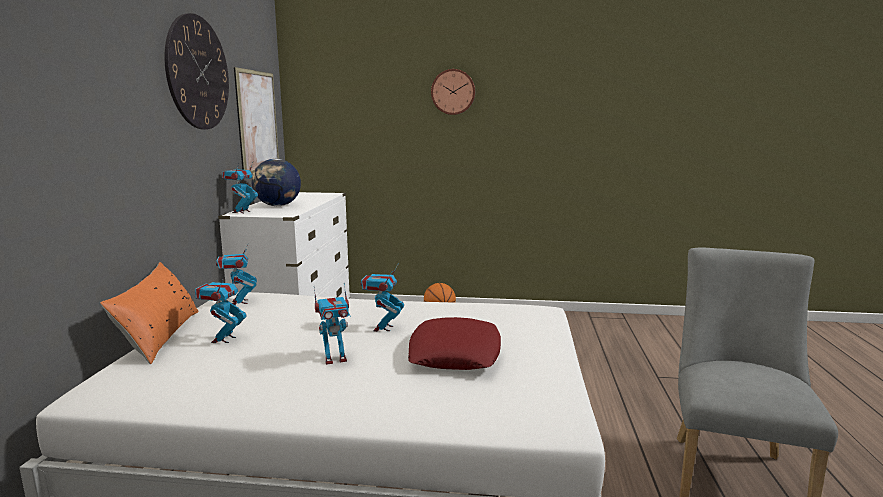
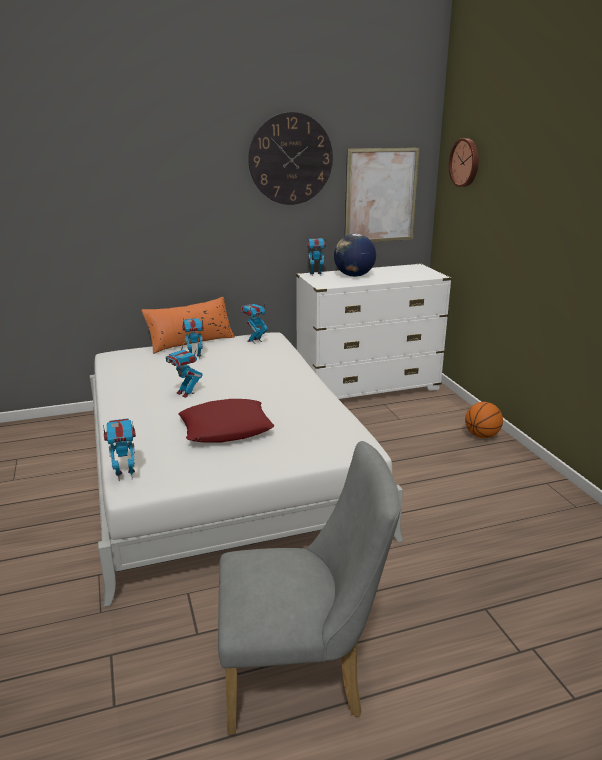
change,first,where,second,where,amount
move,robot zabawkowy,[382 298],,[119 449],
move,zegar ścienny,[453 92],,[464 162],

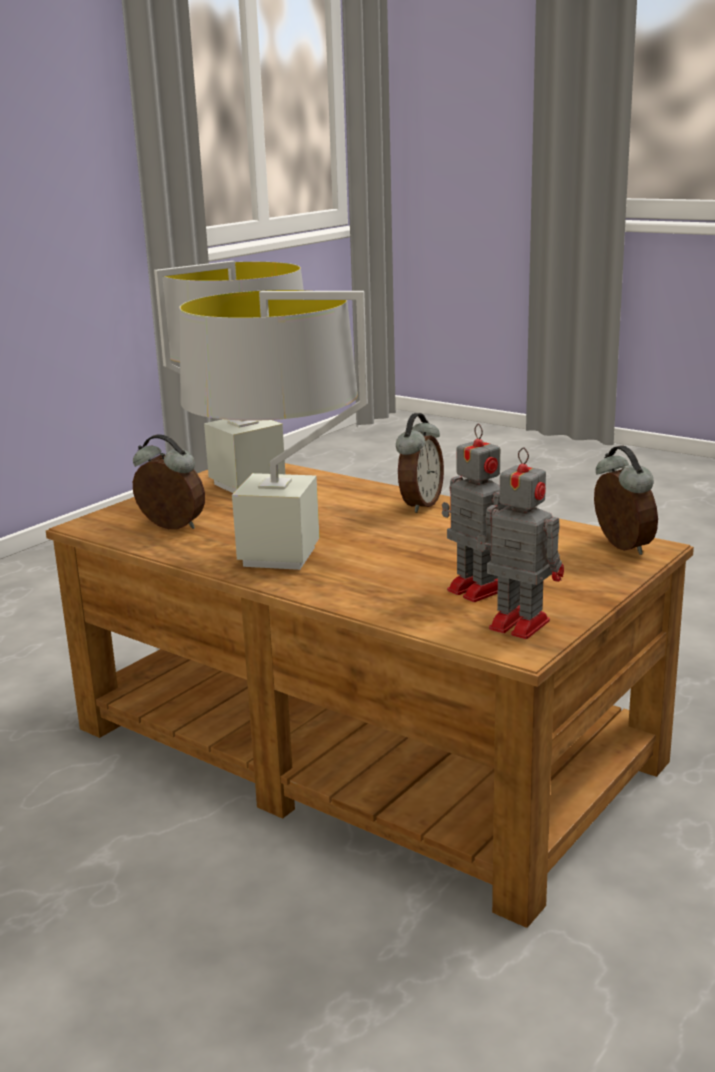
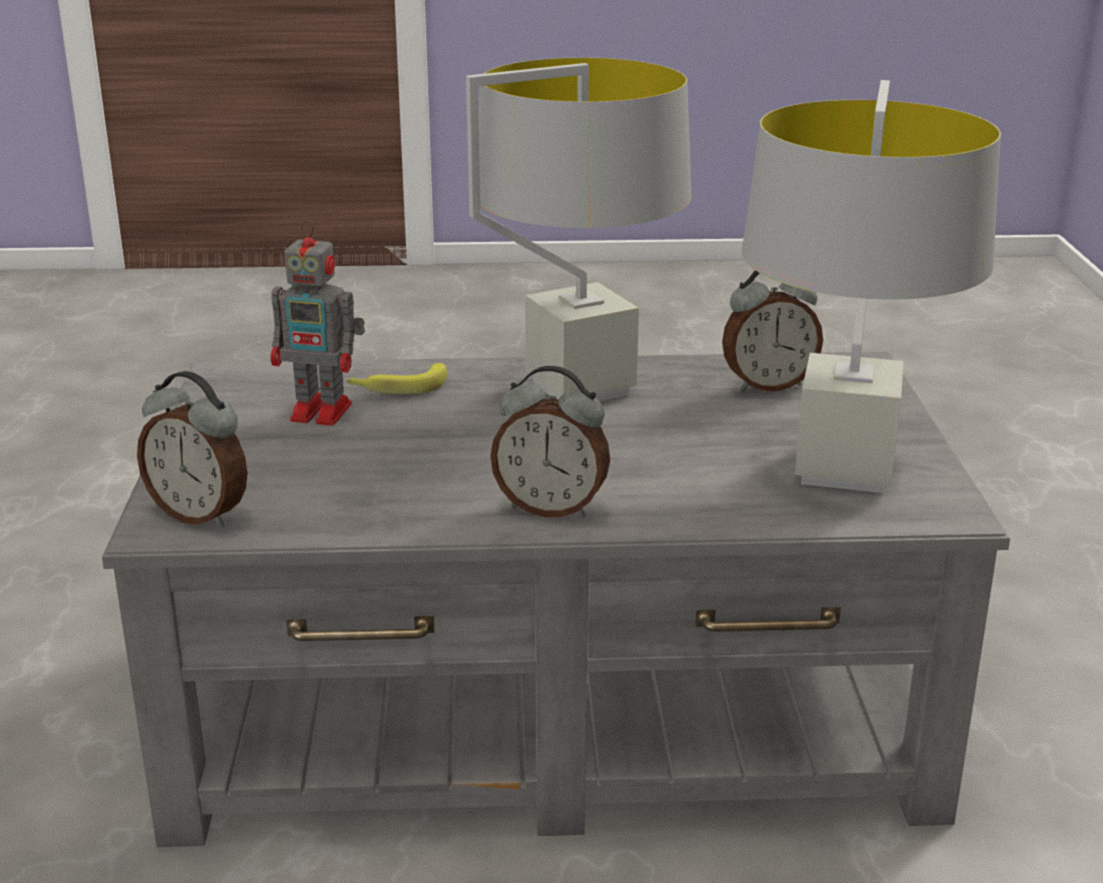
change,first,where,second,where,amount
recolor,ława (brązowy),[370 695],ława (szary),[556 599],
insert,,,banan,[396 378],
rotate,budzik,[420 463],,[550 442],60 degrees counterclockwise
delete,robot zabawkowy,[520 543],,,

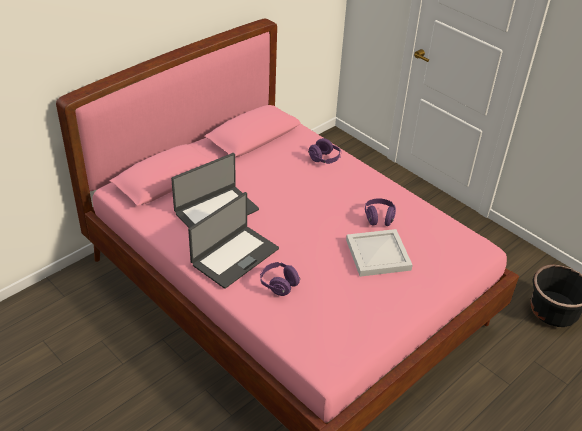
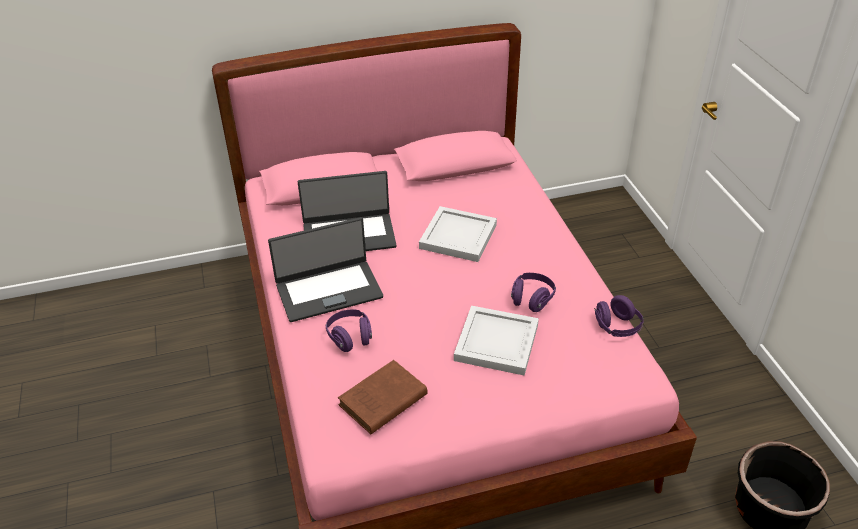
change,first,where,second,where,amount
insert,,,książka (brązowy),[383 397],
insert,,,taca (biały),[458 234],
move,słuchawki (fioletowy),[324 151],,[619 316],

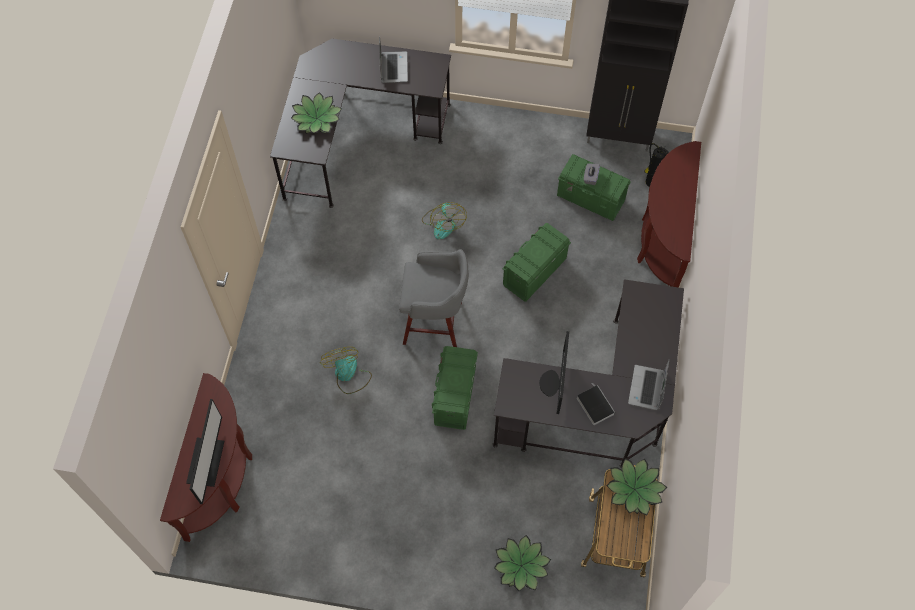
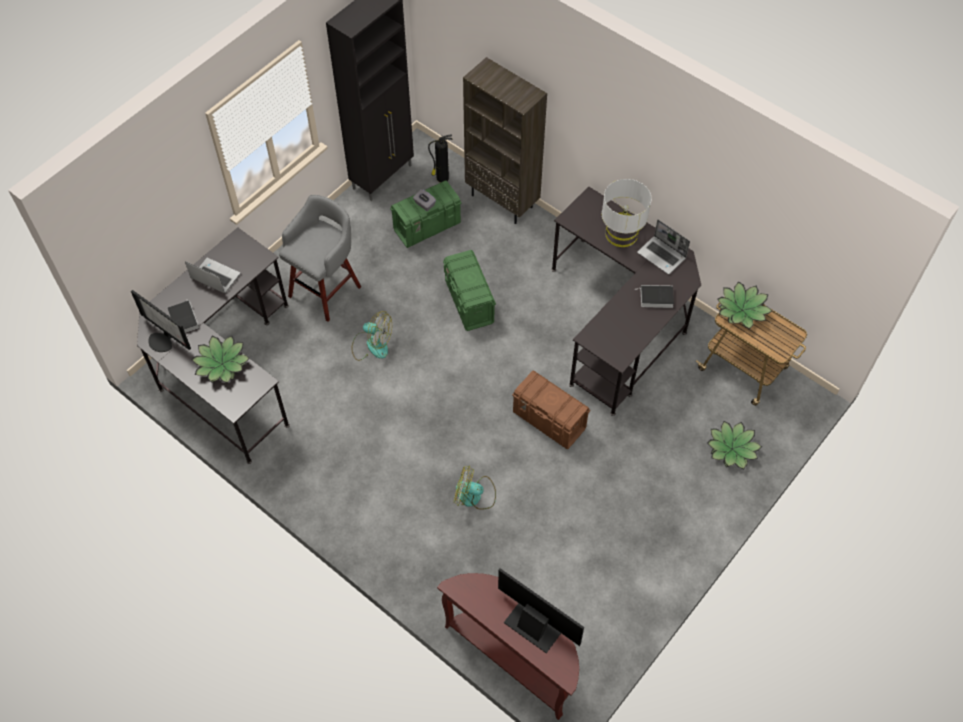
change,first,where,second,where,amount
move,monitor,[554 372],,[161 321],
insert,,,książka,[183 316],
move,stołek (szary),[434 298],,[320 258],
replace,stolik konsolowy (brązowy),[669 214],regał (brązowy),[505 140],
recolor,pojemnik do przechowywania (zielony),[455 388],pojemnik do przechowywania (brązowy),[551 410],
insert,,,lampa stołowa (szary),[627 213],

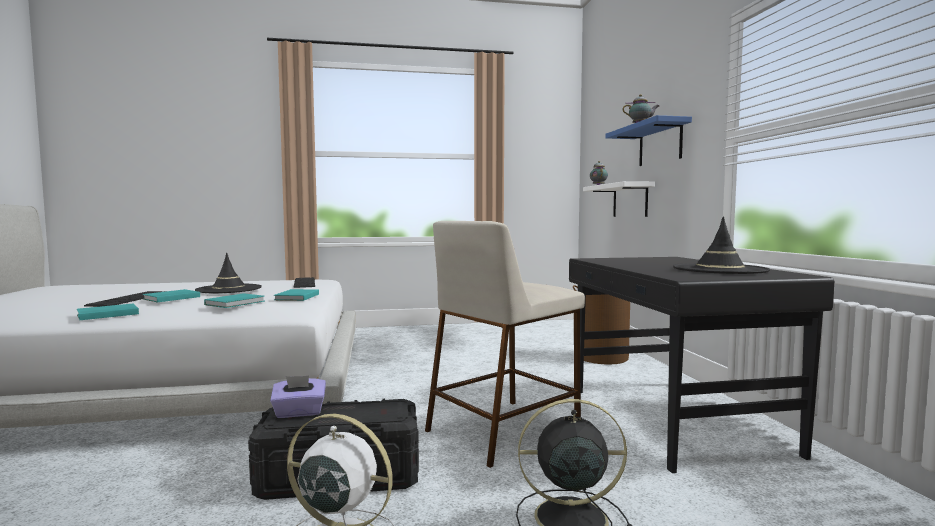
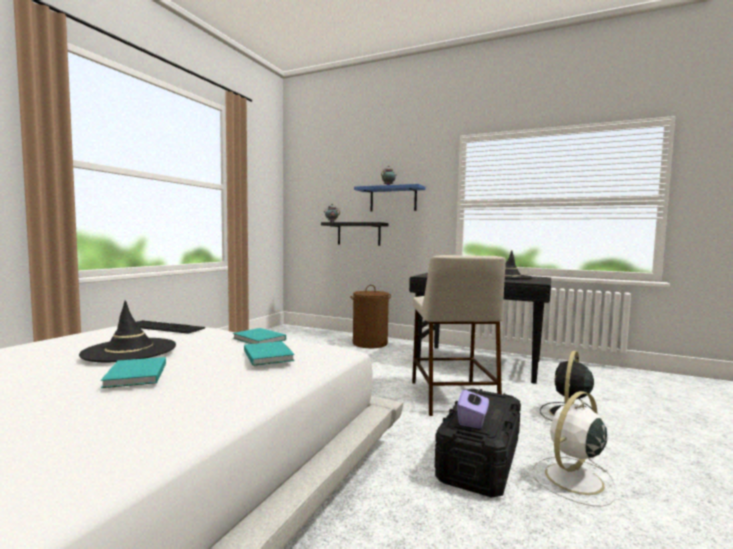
change,first,where,second,where,amount
recolor,półka (biały),[619 199],półka (czarny),[354 234],
delete,książka (turkusowy),[108 312],,,
delete,klawiatura,[125 299],,,

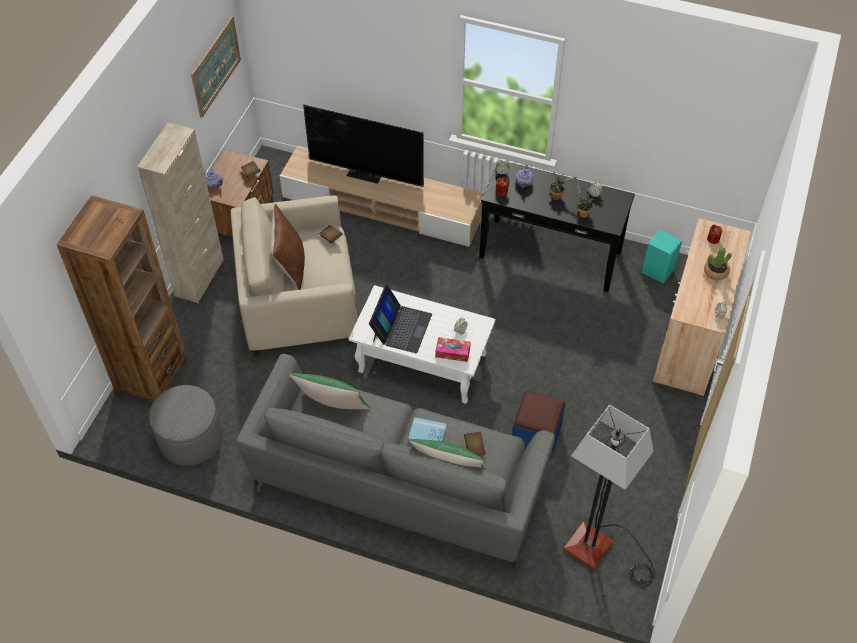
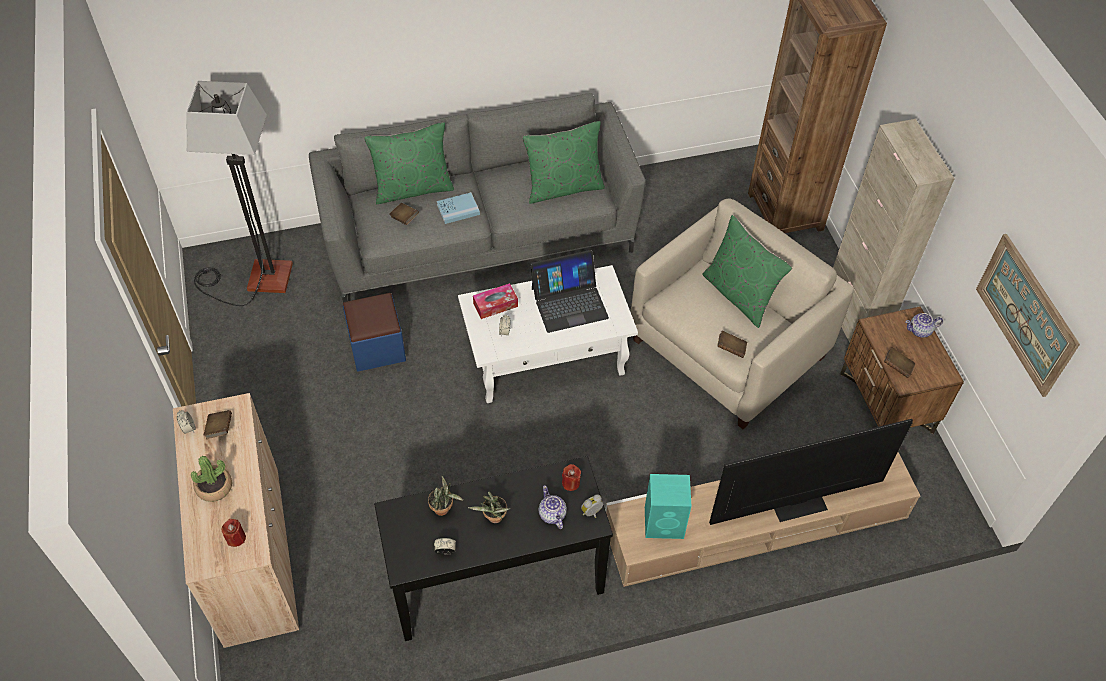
change,first,where,second,where,amount
insert,,,książka (brązowy),[218 424],
rotate,laptop,[400 319],,[569 291],90 degrees counterclockwise
move,głośnik (turkusowy),[662 256],,[668 506],
recolor,poduszka (brązowy),[287 247],poduszka (zielony),[747 271],
delete,pufa (szary),[185 425],,,

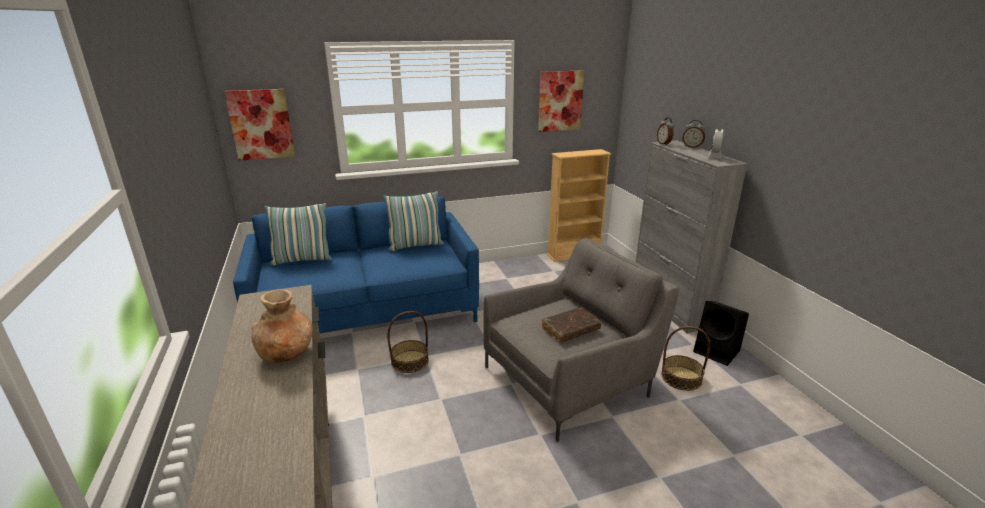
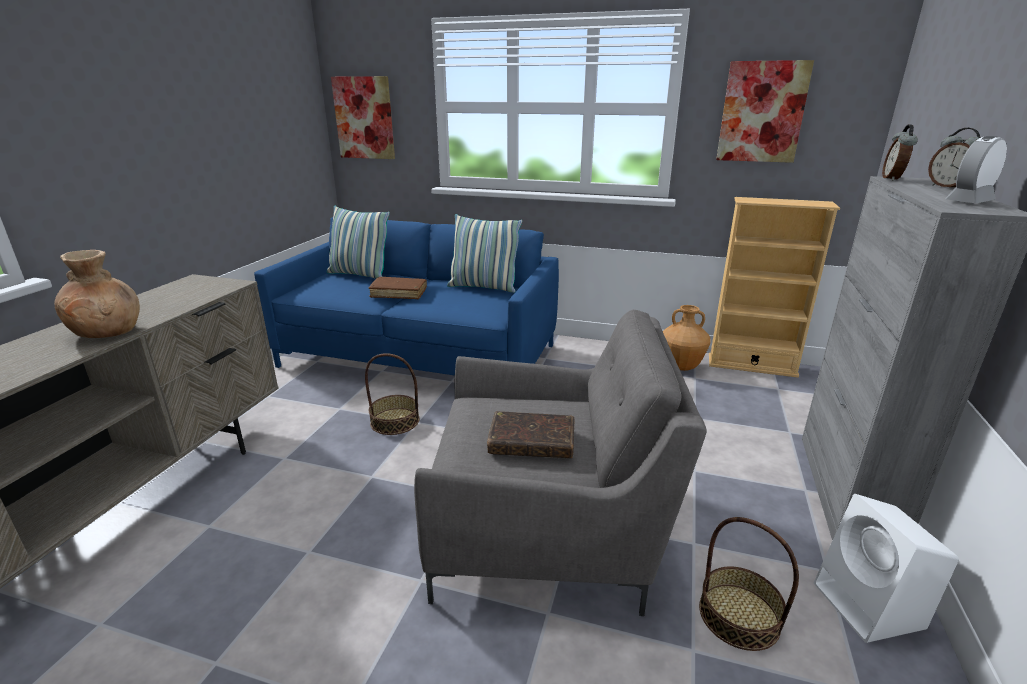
change,first,where,second,where,amount
insert,,,książka (brązowy),[398 288],
insert,,,wazon (brązowy),[687 338],
recolor,głośnik (czarny),[721 333],głośnik (biały),[886 568],

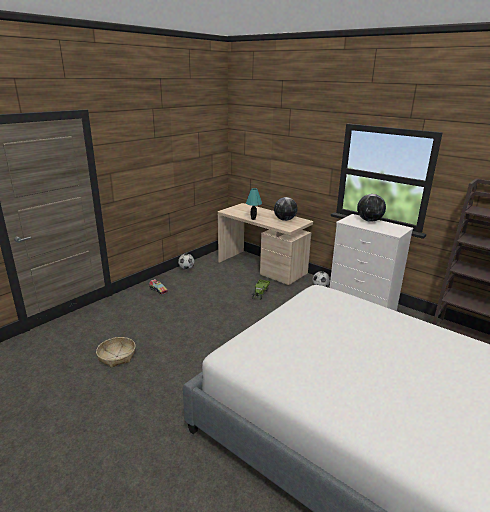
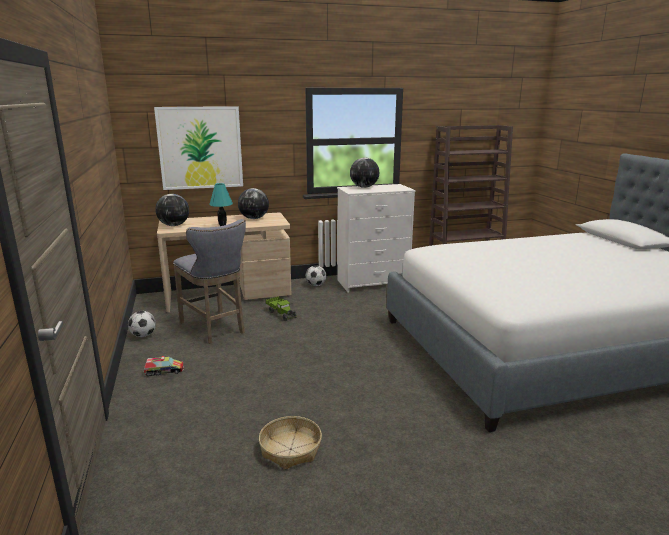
change,first,where,second,where,amount
insert,,,obraz,[198 148],
insert,,,globus,[172 210],
insert,,,stołek (szary),[209 281],

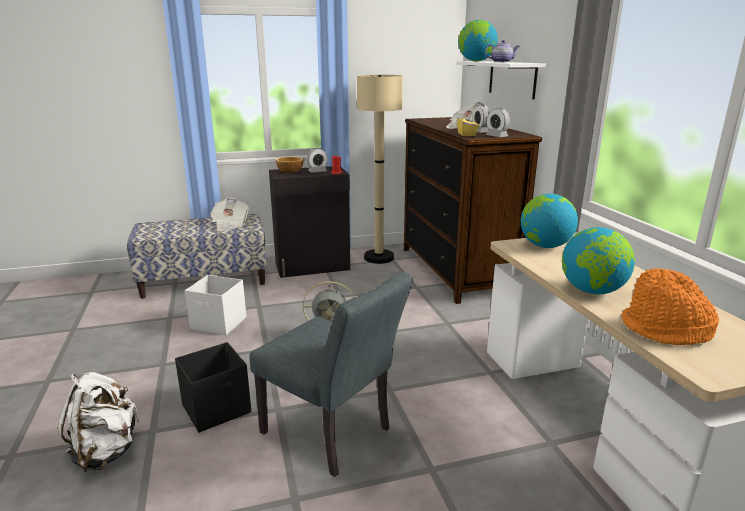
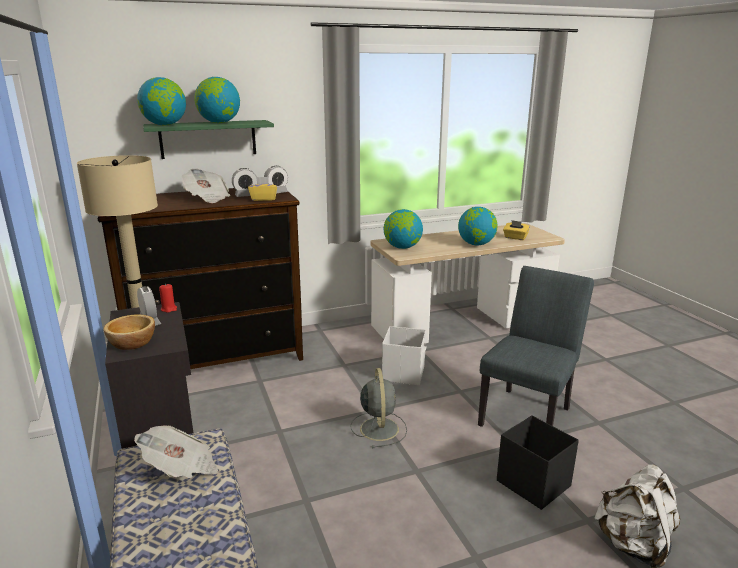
change,first,where,second,where,amount
recolor,półka (biały),[501 80],półka (zielony),[208 139],
replace,imbryk,[502 51],globus,[217 100],
move,pojemnik do przechowywania (biały),[215 305],,[404 355],
replace,kapelusz (pomarańczowy),[670 306],pudełko chusteczek (żółty),[516 230],

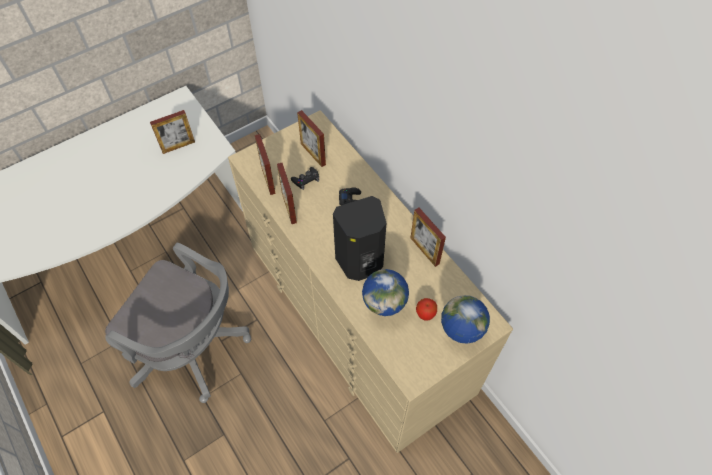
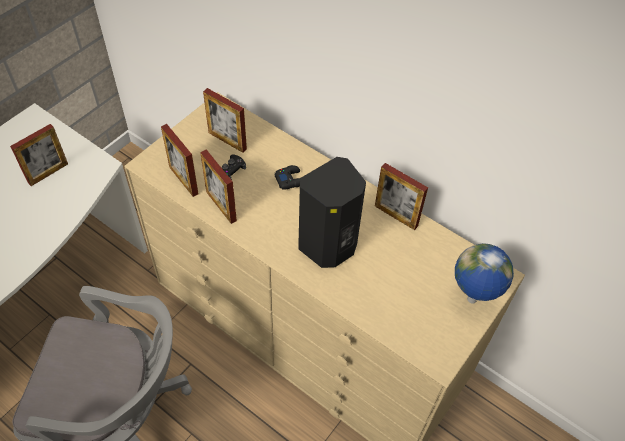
change,first,where,second,where,amount
delete,globus,[385 292],,,
delete,jabłko,[426 309],,,

